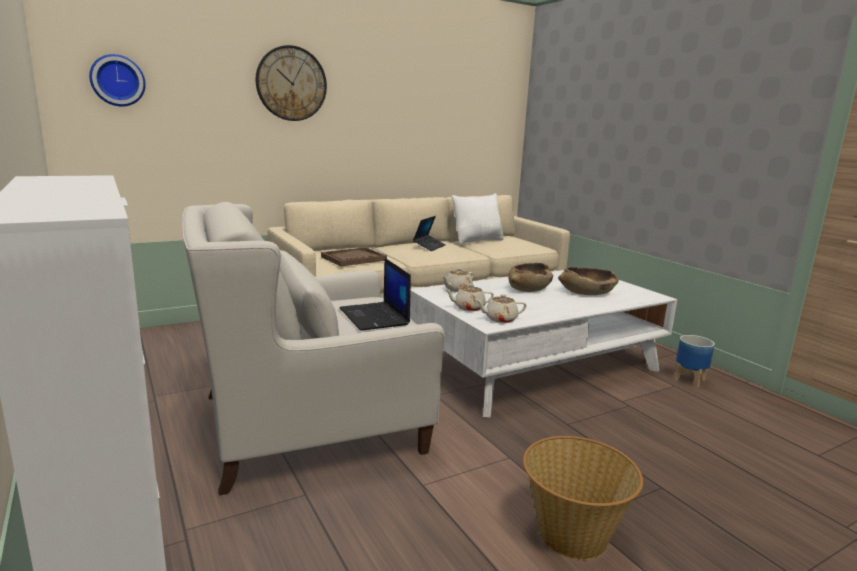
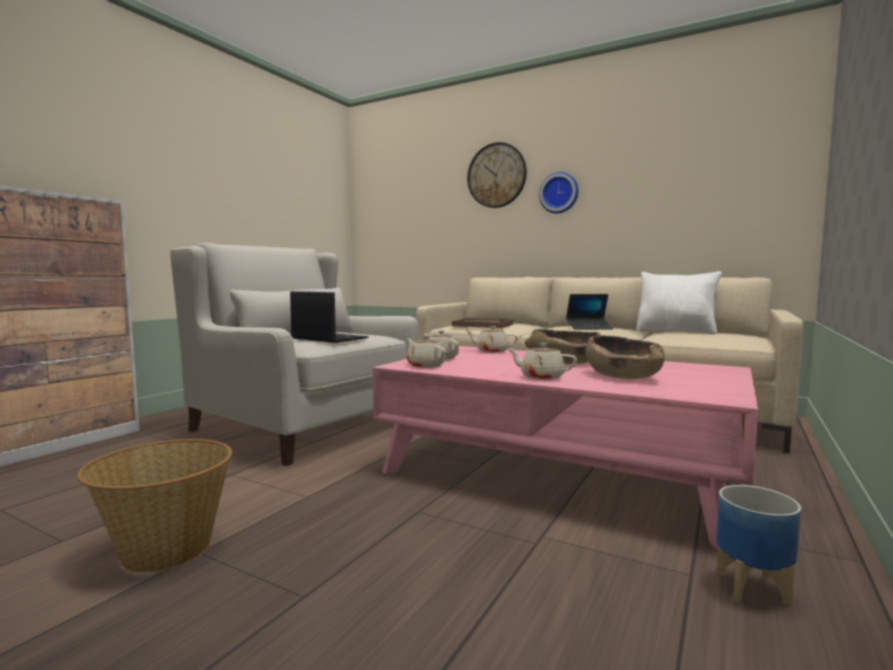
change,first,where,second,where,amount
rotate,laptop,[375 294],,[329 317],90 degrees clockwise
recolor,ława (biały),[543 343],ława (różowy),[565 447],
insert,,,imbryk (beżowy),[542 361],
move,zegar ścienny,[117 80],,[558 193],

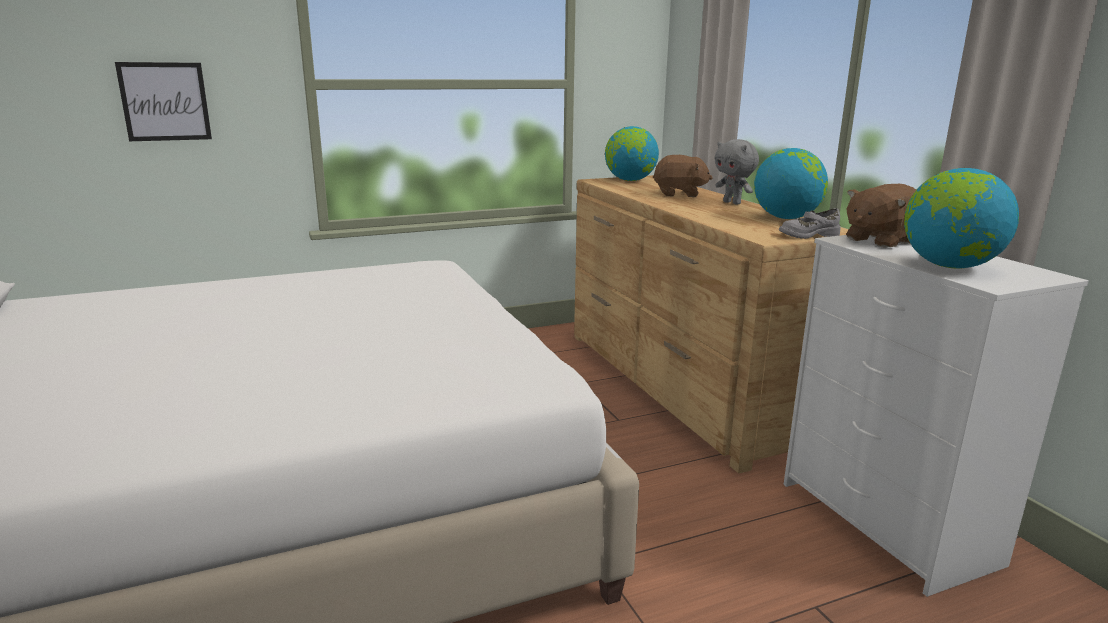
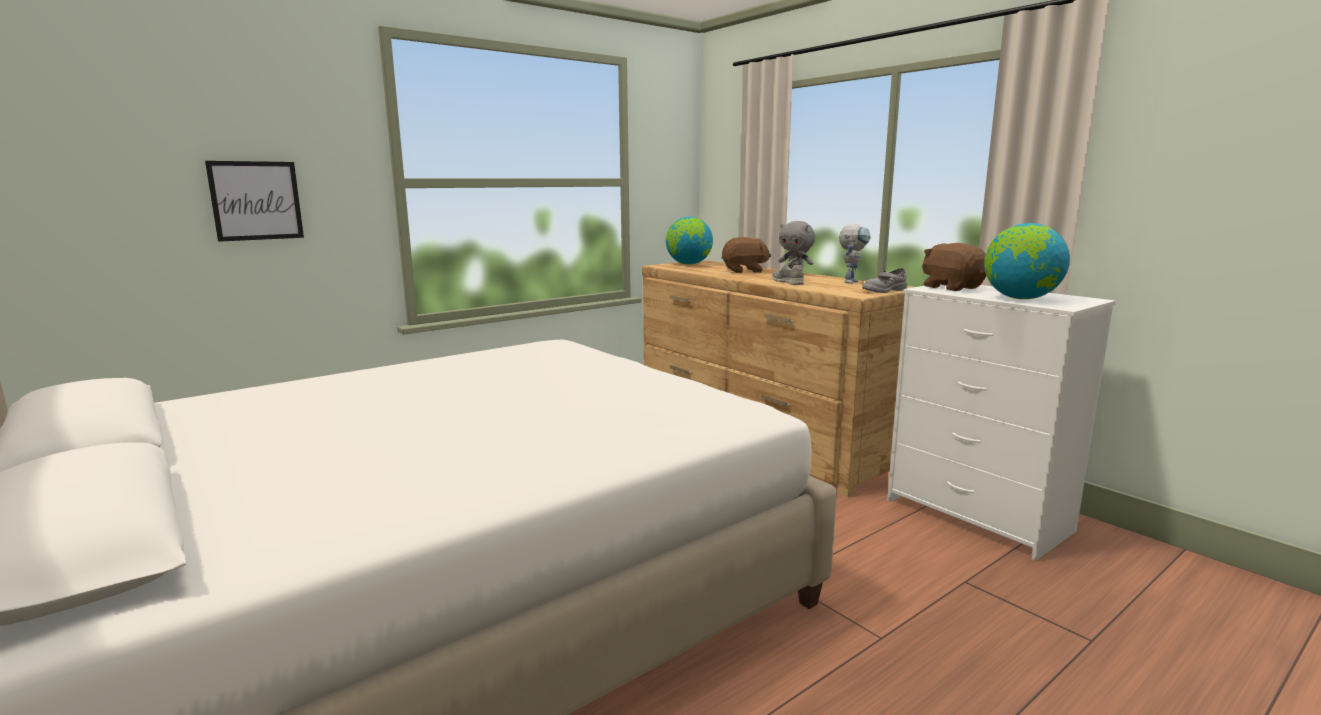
change,first,where,second,where,amount
insert,,,but (szary),[788 271],
replace,globus,[791 183],robot zabawkowy,[855 254],
rotate,pluszak (brązowy),[881 216],,[954 267],105 degrees clockwise

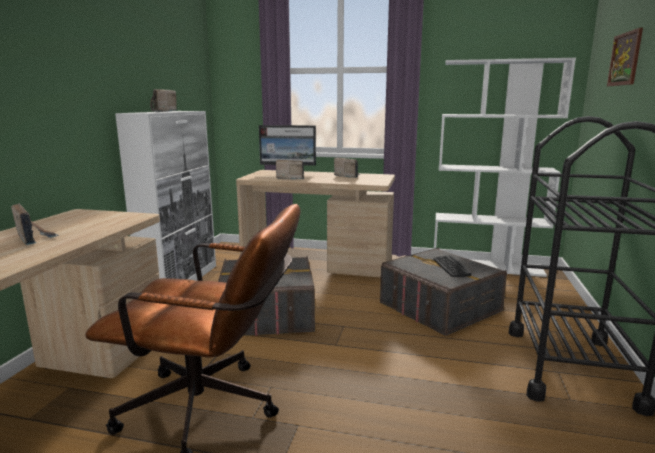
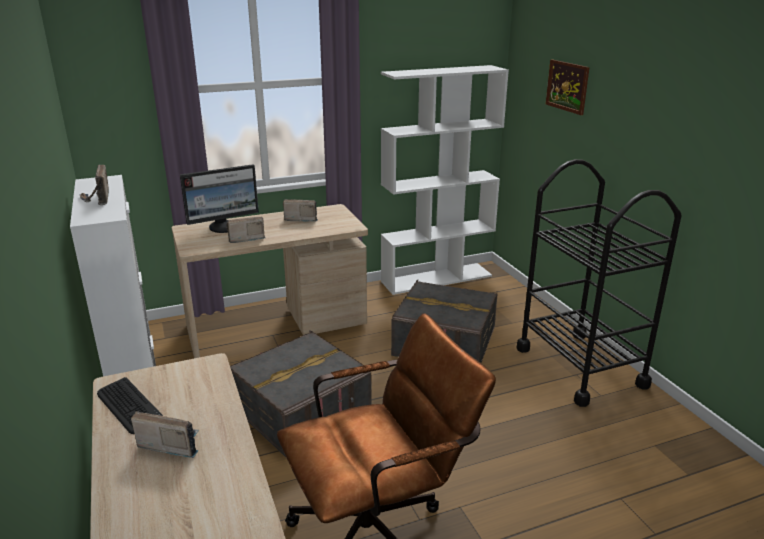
change,first,where,second,where,amount
move,klawiatura,[452 266],,[130 405],

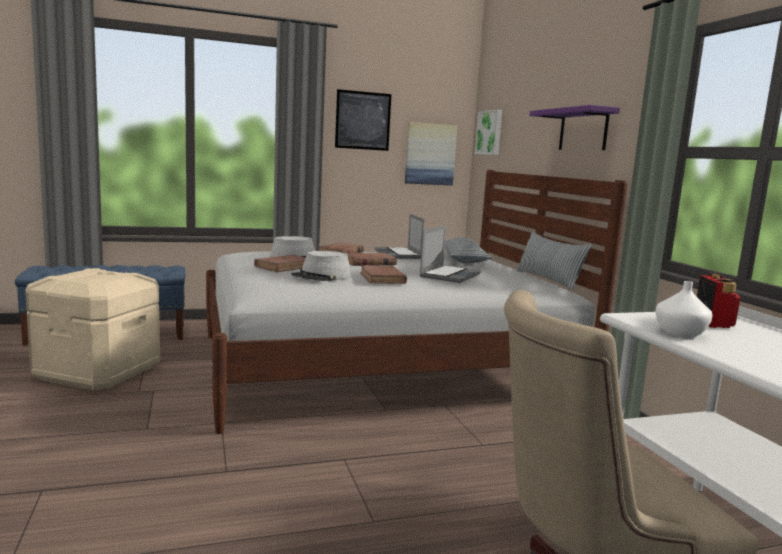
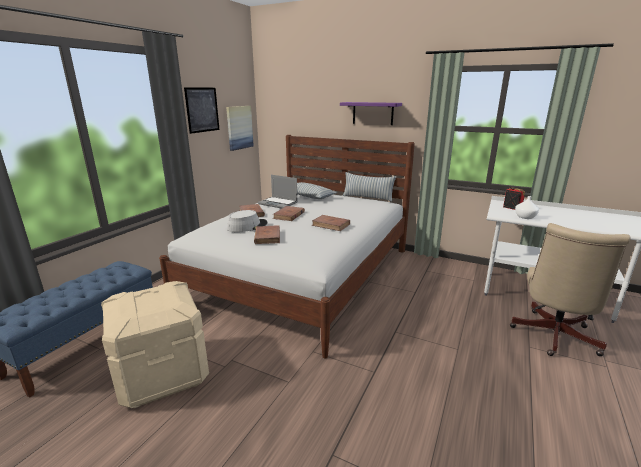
change,first,where,second,where,amount
delete,kapelusz (szary),[321 266],,,
delete,laptop,[450 254],,,
delete,obraz,[488 132],,,

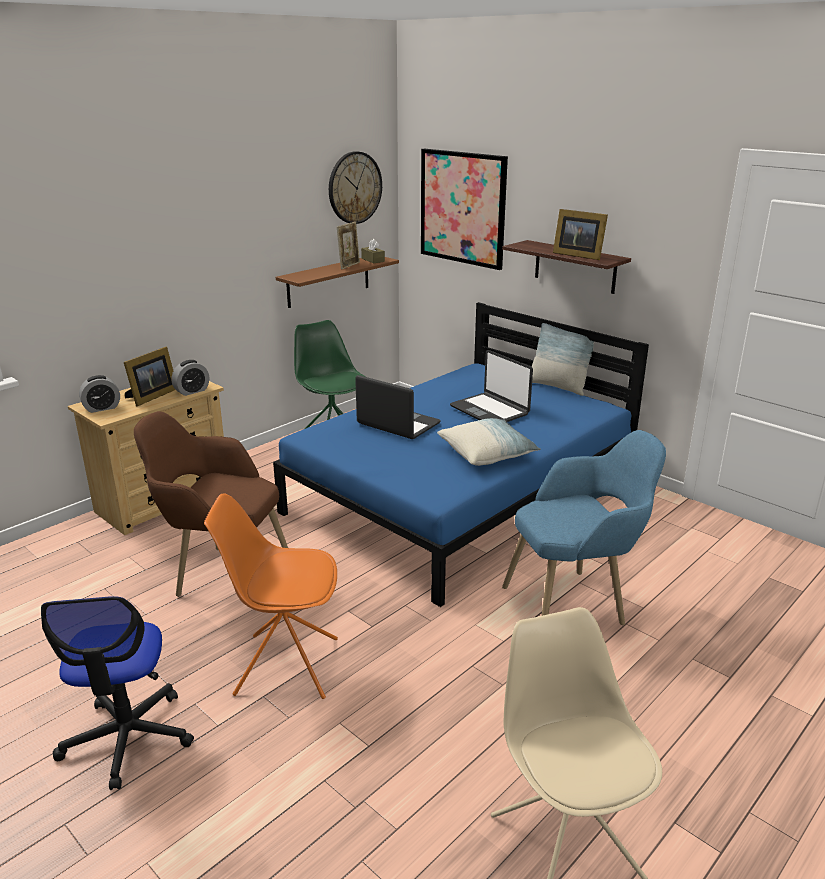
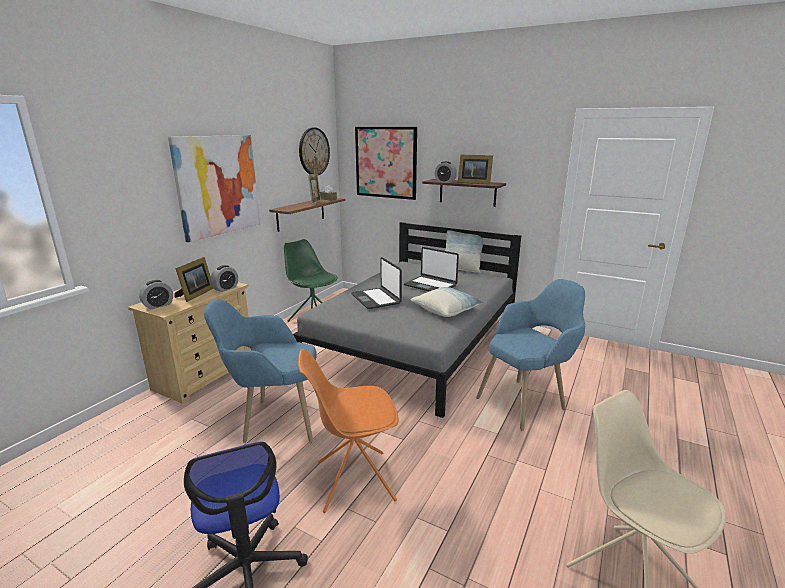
change,first,where,second,where,amount
insert,,,obraz,[214 188],
recolor,fotel (brązowy),[211 504],fotel (niebieski),[260 371],
recolor,łóżko (niebieski),[461 454],łóżko (szary),[407 320],
rotate,laptop,[398 407],,[376 283],135 degrees counterclockwise
insert,,,budzik,[446 172],

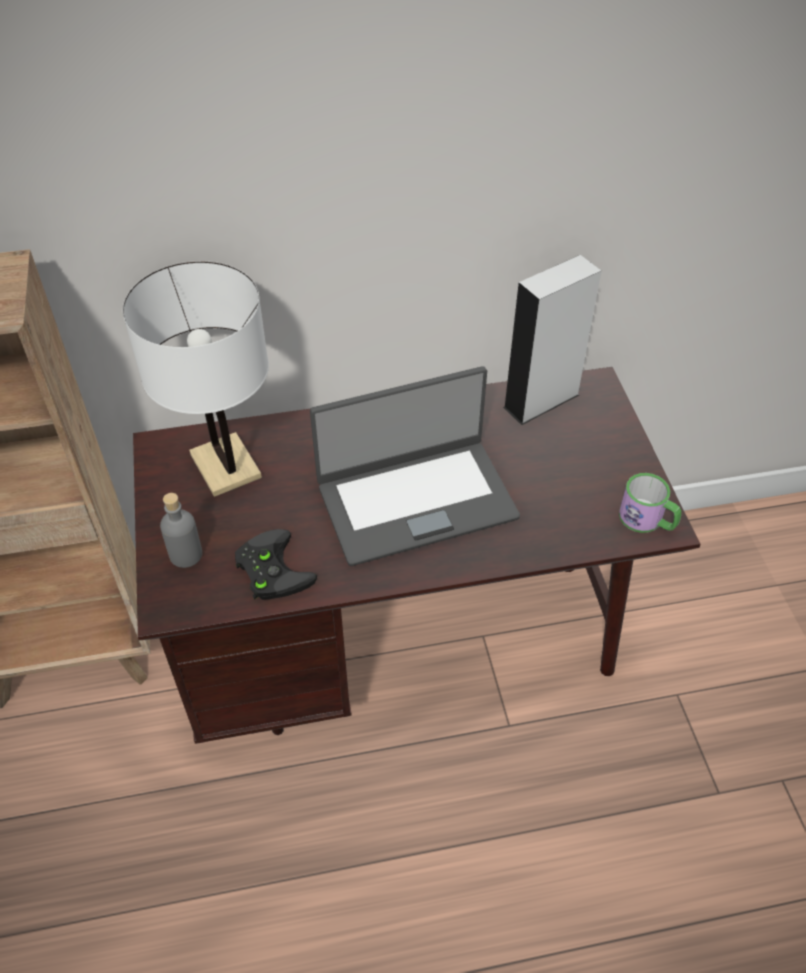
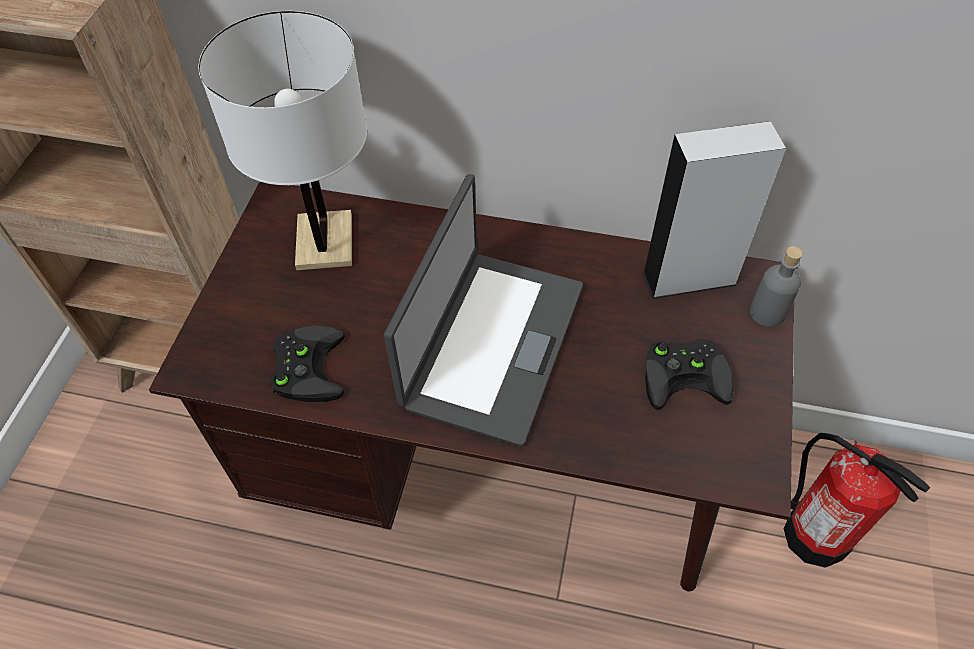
change,first,where,second,where,amount
rotate,laptop,[415 466],,[483 310],75 degrees counterclockwise
insert,,,pad do gier (czarny),[689 374],
move,butelka (szary),[181 530],,[776 286],
insert,,,gaśnica,[856 500],
delete,kubek,[650 503],,,

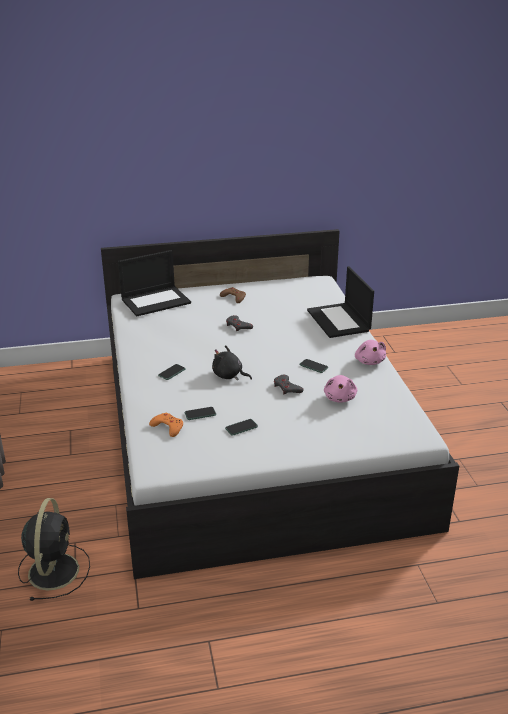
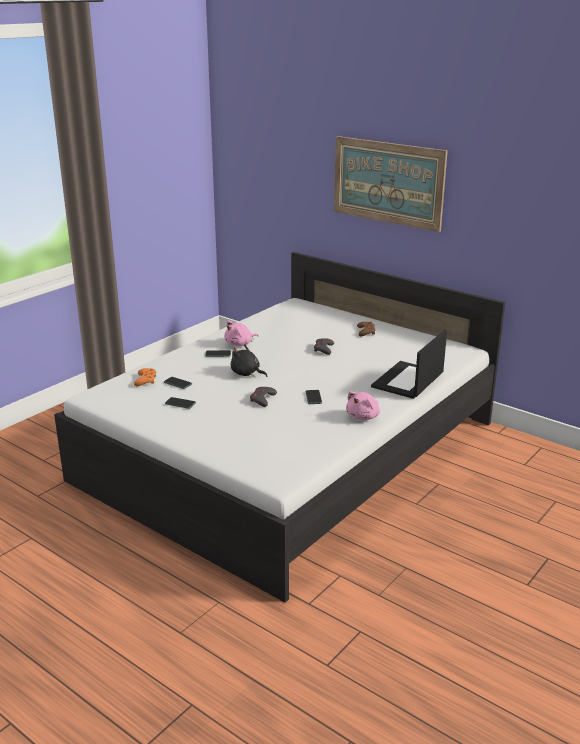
change,first,where,second,where,amount
move,pluszak (różowy),[340 389],,[241 333],
rotate,pluszak (czarny),[232 362],,[249 360],45 degrees counterclockwise
insert,,,obraz,[391 184],
delete,wentylator (czarny),[54 549],,,
delete,laptop,[154 283],,,

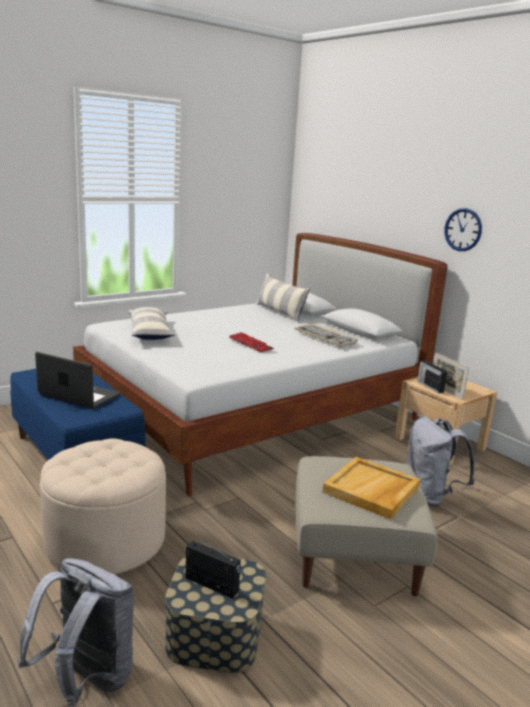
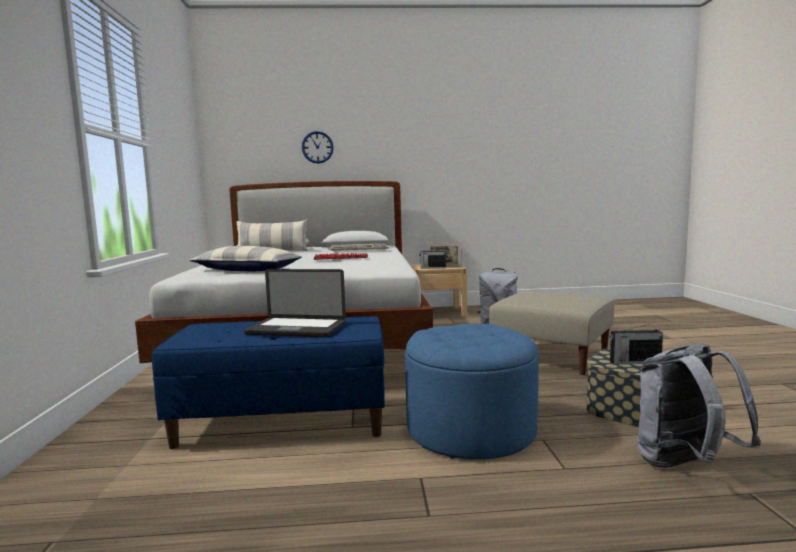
change,first,where,second,where,amount
rotate,laptop,[77 380],,[295 303],135 degrees counterclockwise
move,zegar ścienny,[463 229],,[318 147],
recolor,pufa (beżowy),[103 506],pufa (niebieski),[472 392],
rotate,radio,[213 568],,[636 343],150 degrees counterclockwise
delete,taca (beżowy),[371 488],,,

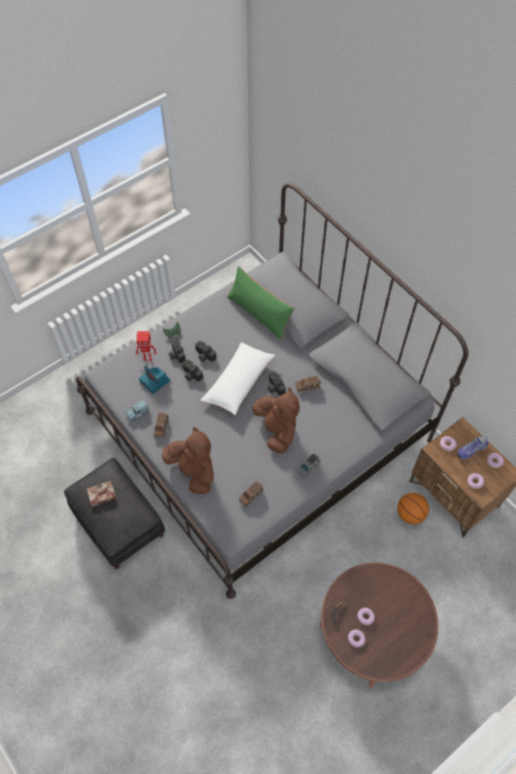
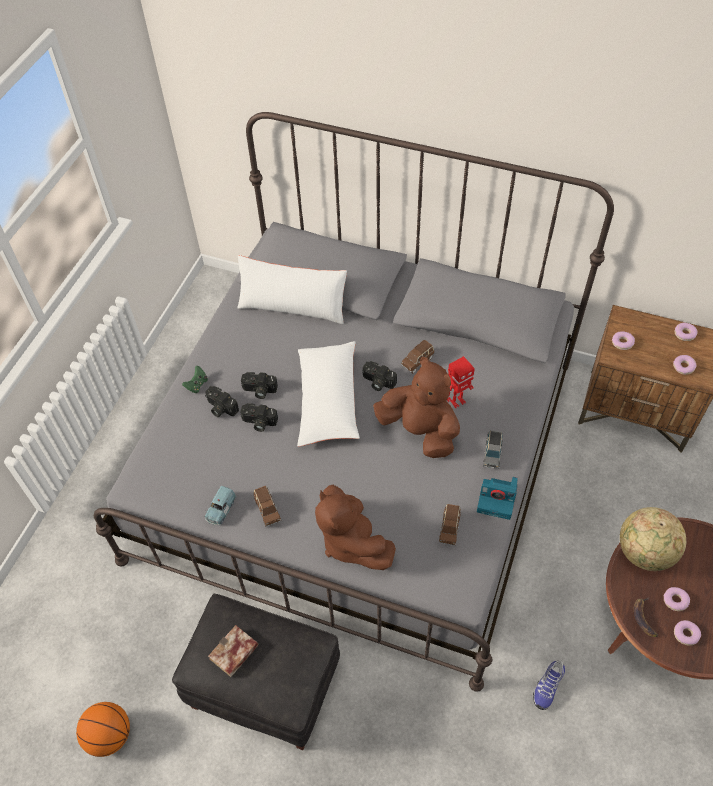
change,first,where,second,where,amount
move,piłka do koszykówki,[413 508],,[103 729],
recolor,poduszka (zielony),[261 303],poduszka (biały),[292 289],
rotate,pluszak (brązowy),[188 460],,[355 527],135 degrees counterclockwise
move,robot zabawkowy,[146 346],,[461 382],
move,aparat fotograficzny,[154 380],,[497 498],
move,but,[472 448],,[549 685],
insert,,,globus,[653 539],

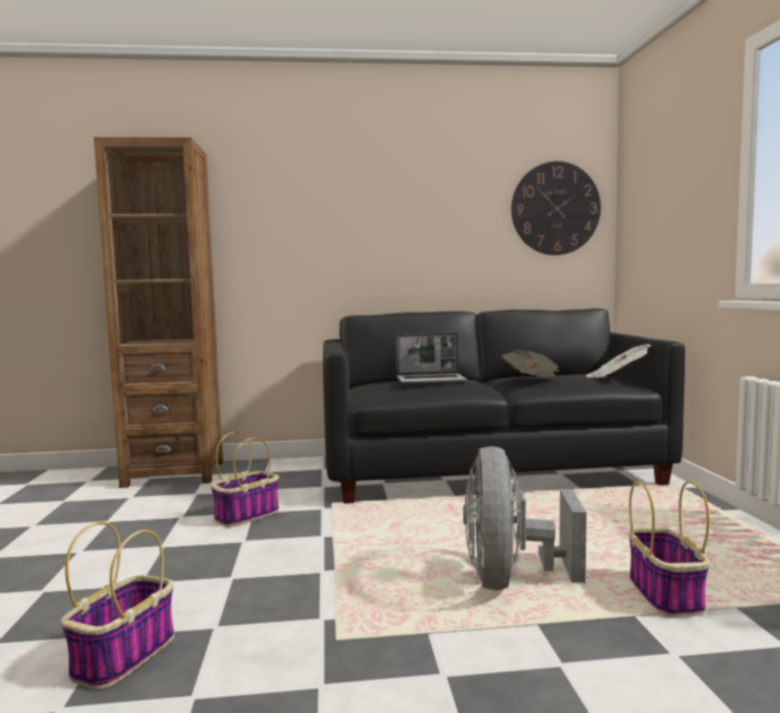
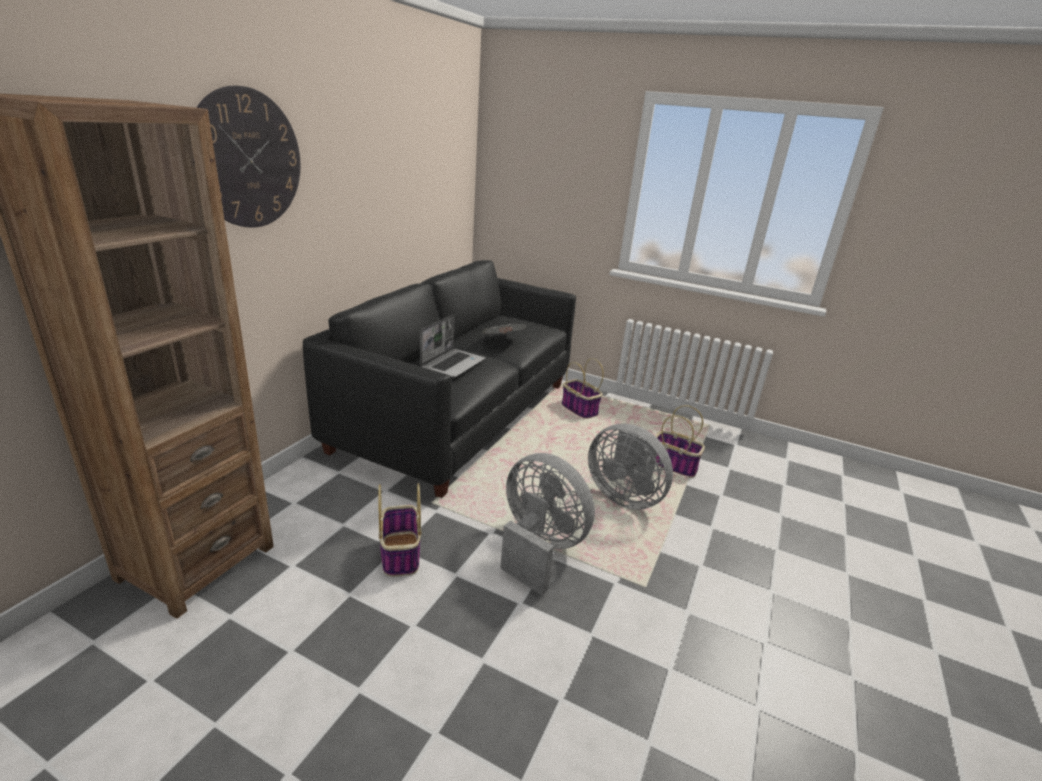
change,first,where,second,where,amount
move,zegar ścienny,[556 208],,[248 156],
insert,,,wentylator (szary),[547 524],
move,koszyk,[117 605],,[583 388],
delete,gazeta,[618 361],,,

